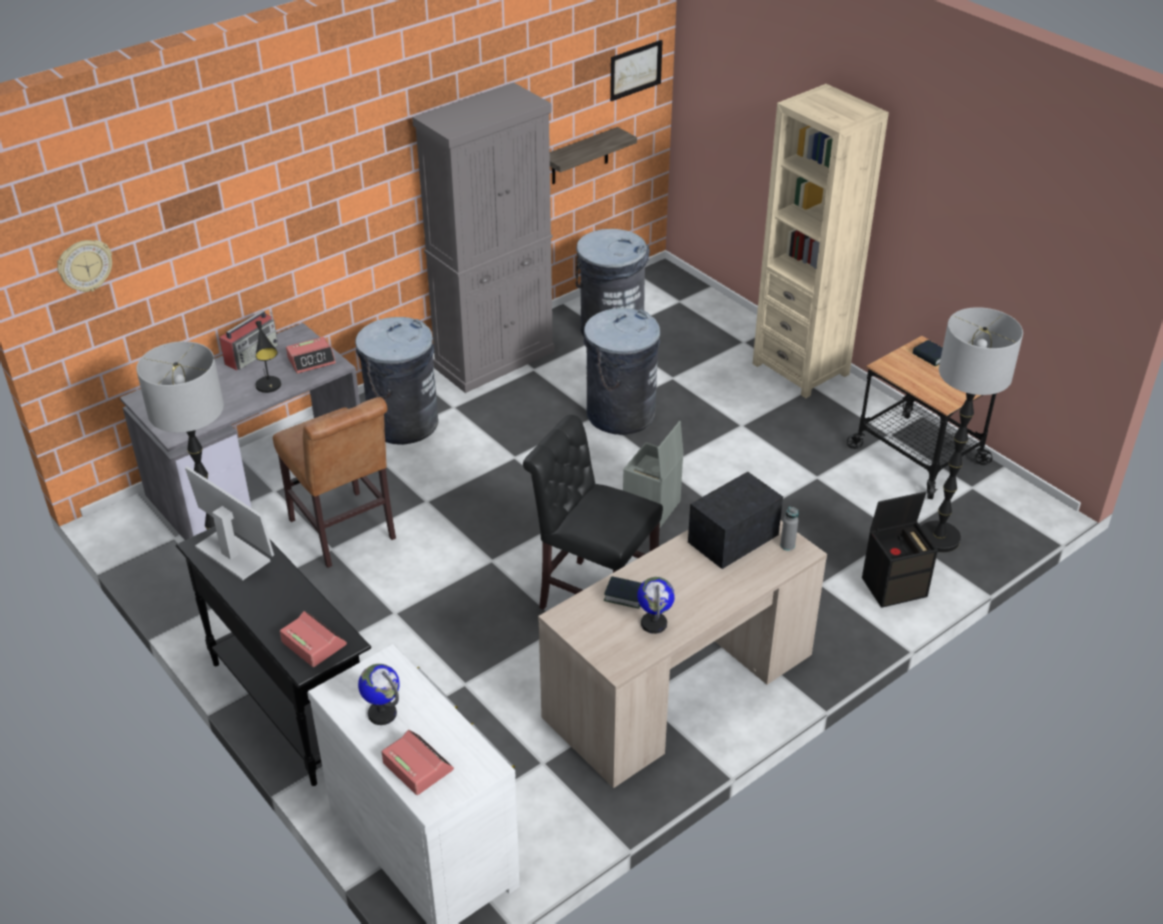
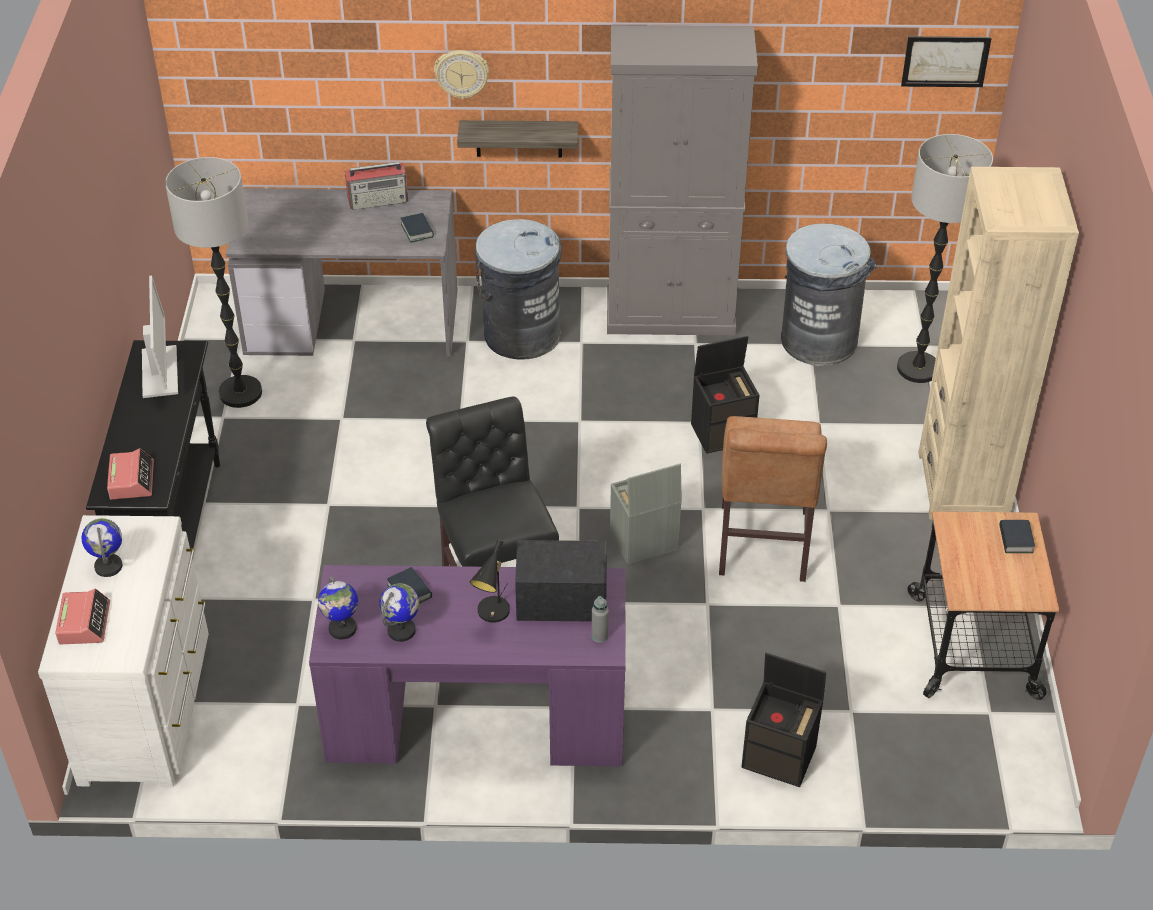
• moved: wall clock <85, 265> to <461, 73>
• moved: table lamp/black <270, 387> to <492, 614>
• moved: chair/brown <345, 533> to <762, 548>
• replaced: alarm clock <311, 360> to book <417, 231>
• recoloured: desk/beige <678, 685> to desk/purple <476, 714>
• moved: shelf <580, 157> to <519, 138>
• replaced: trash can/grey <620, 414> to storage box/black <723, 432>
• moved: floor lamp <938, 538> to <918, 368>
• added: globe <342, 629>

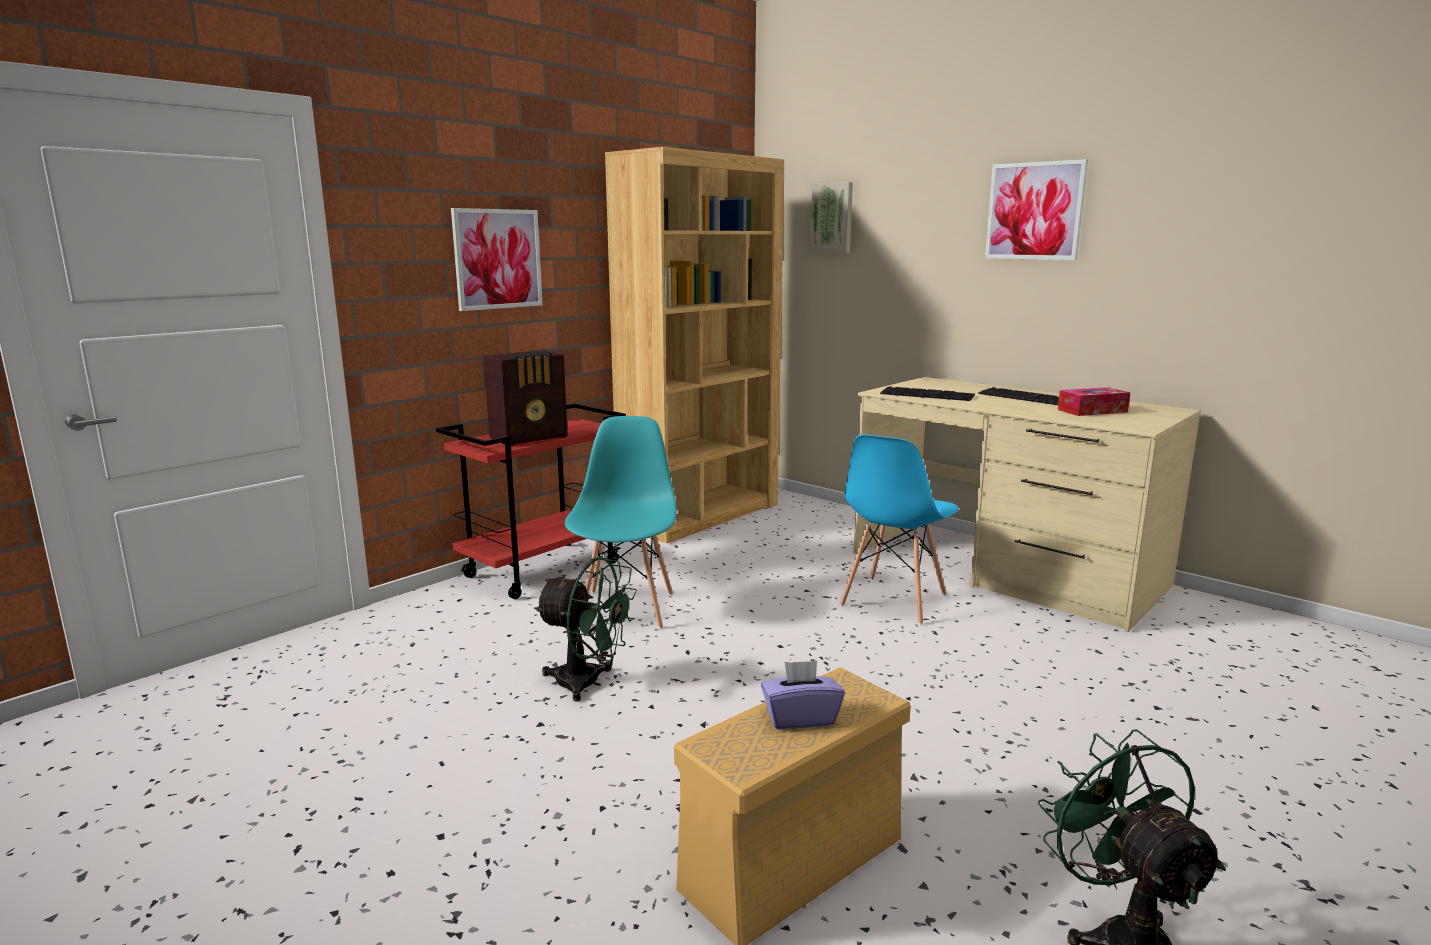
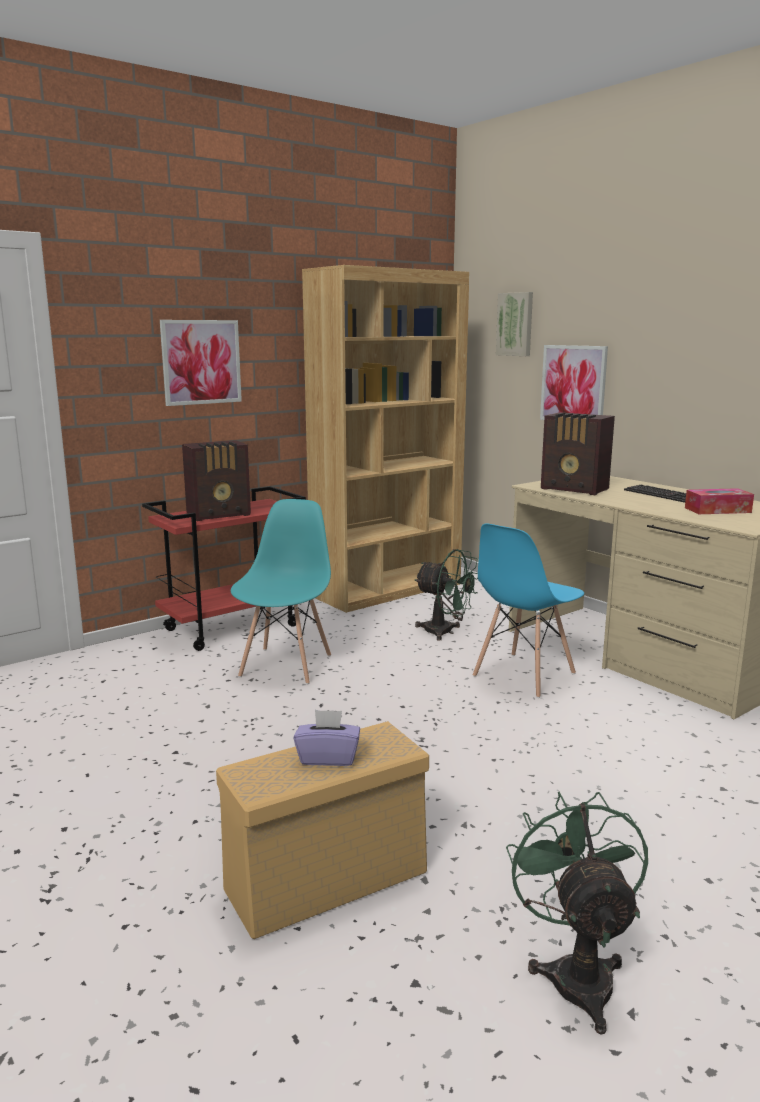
• moved: fan/green <588, 683> to <445, 632>
• replaced: keyboard <928, 395> to radio <575, 489>
• moved: picture <1034, 211> to <573, 384>

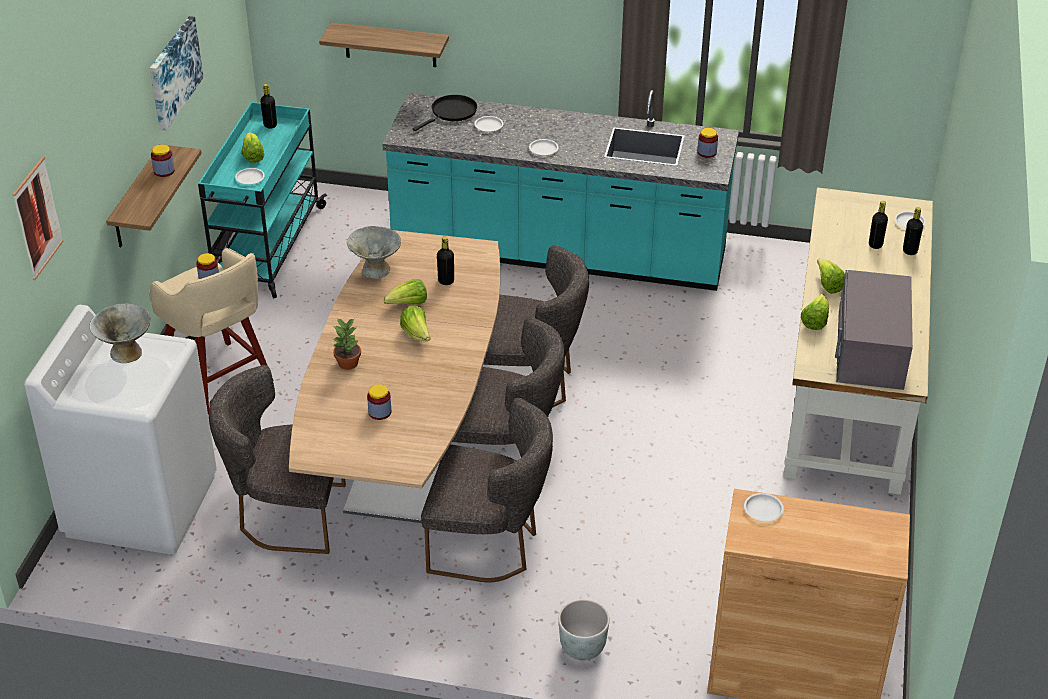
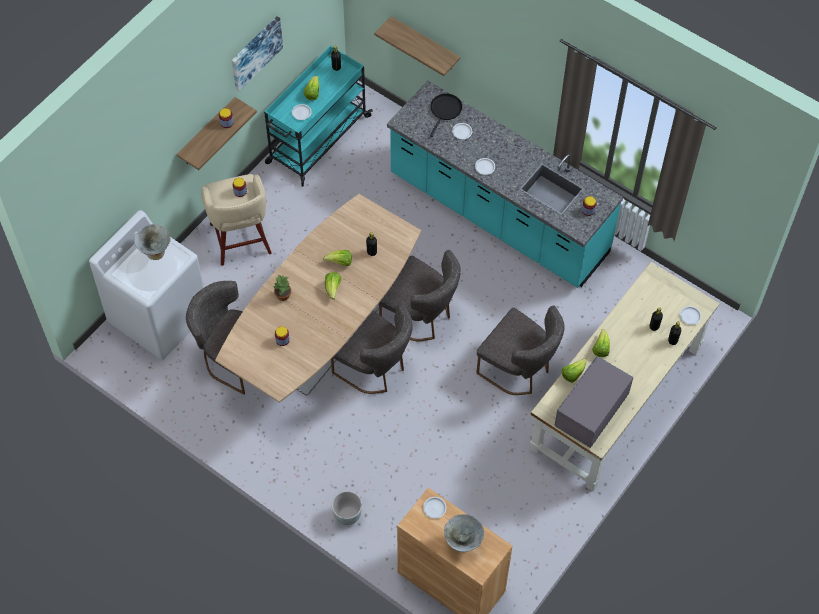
• removed: picture <37, 218>
• moved: bowl/grey <376, 270> to <463, 542>
• turned: frying pan/black <452, 113> = <445, 110> 45 degrees counterclockwise
• moved: chair/grey <490, 546> to <519, 369>

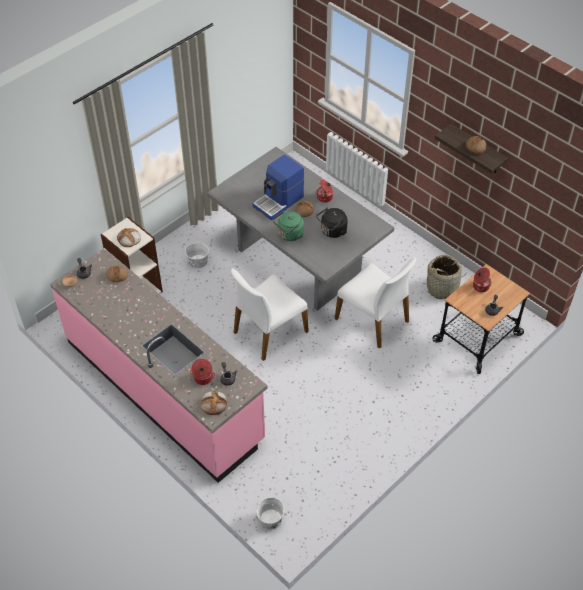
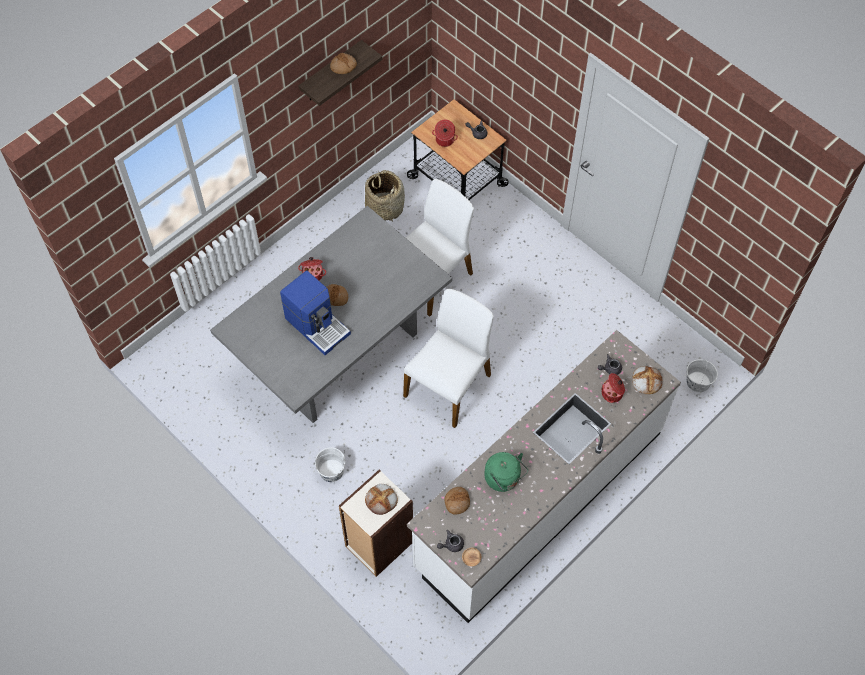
• recoloured: counter/pink <164, 389> to counter/white <538, 498>
• turned: chair/white <269, 331> = <449, 385> 105 degrees counterclockwise
• moved: kettle/green <289, 235> to <504, 479>
• removed: kettle/black <332, 231>

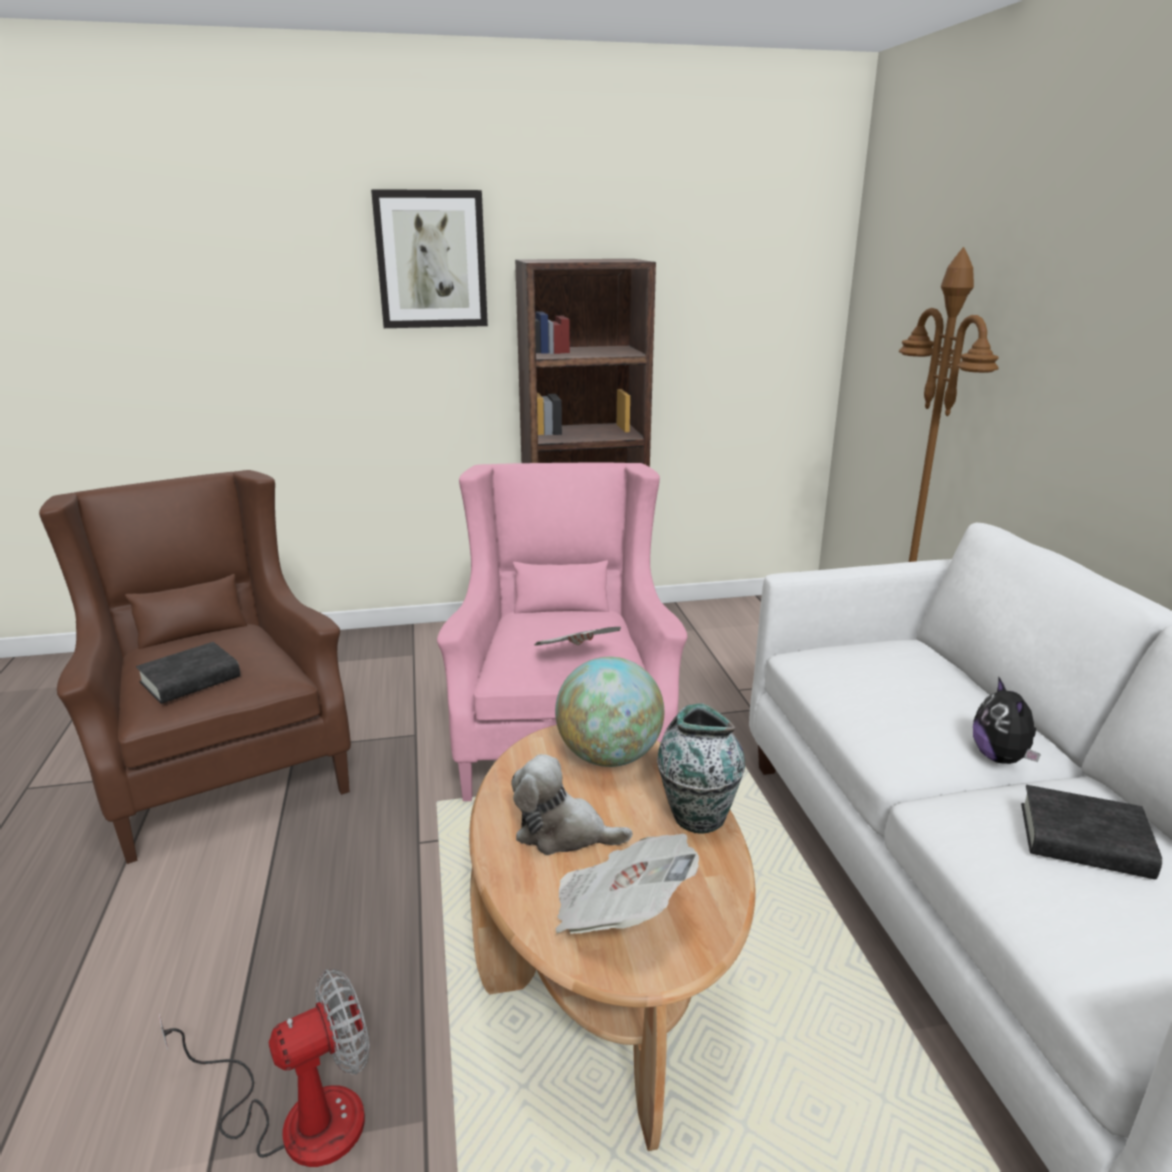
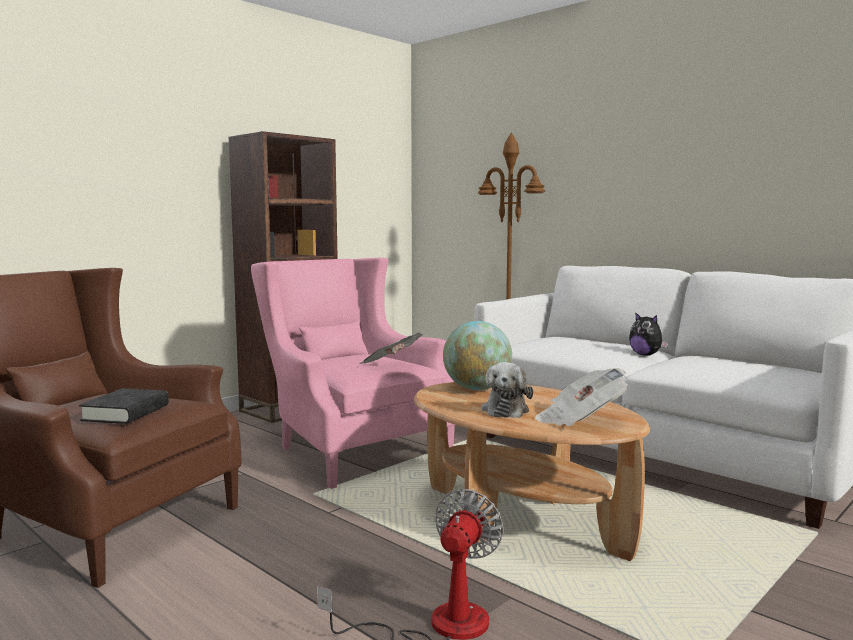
• removed: picture <431, 260>
• turned: plush toy <563, 833> = <505, 410> 60 degrees counterclockwise
• removed: vase <696, 816>
• removed: book/black <1084, 841>

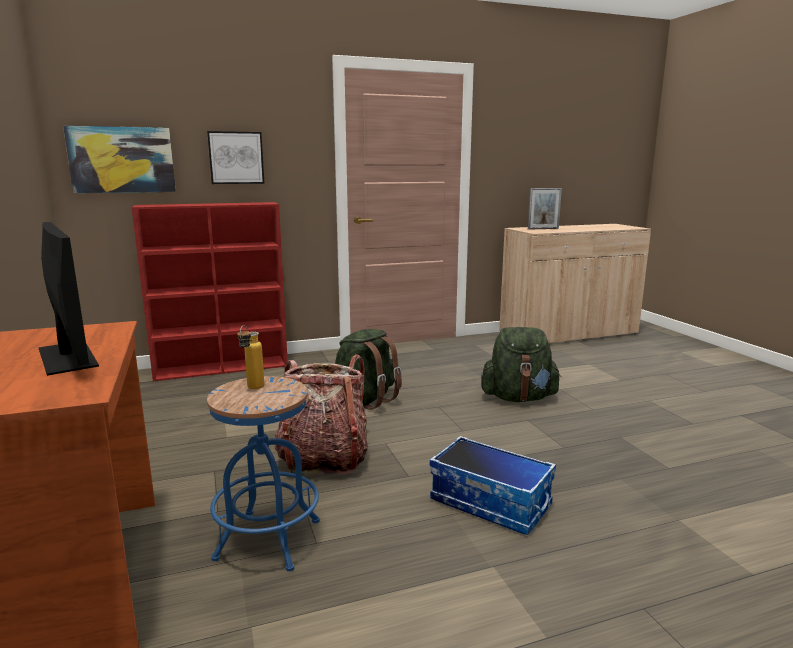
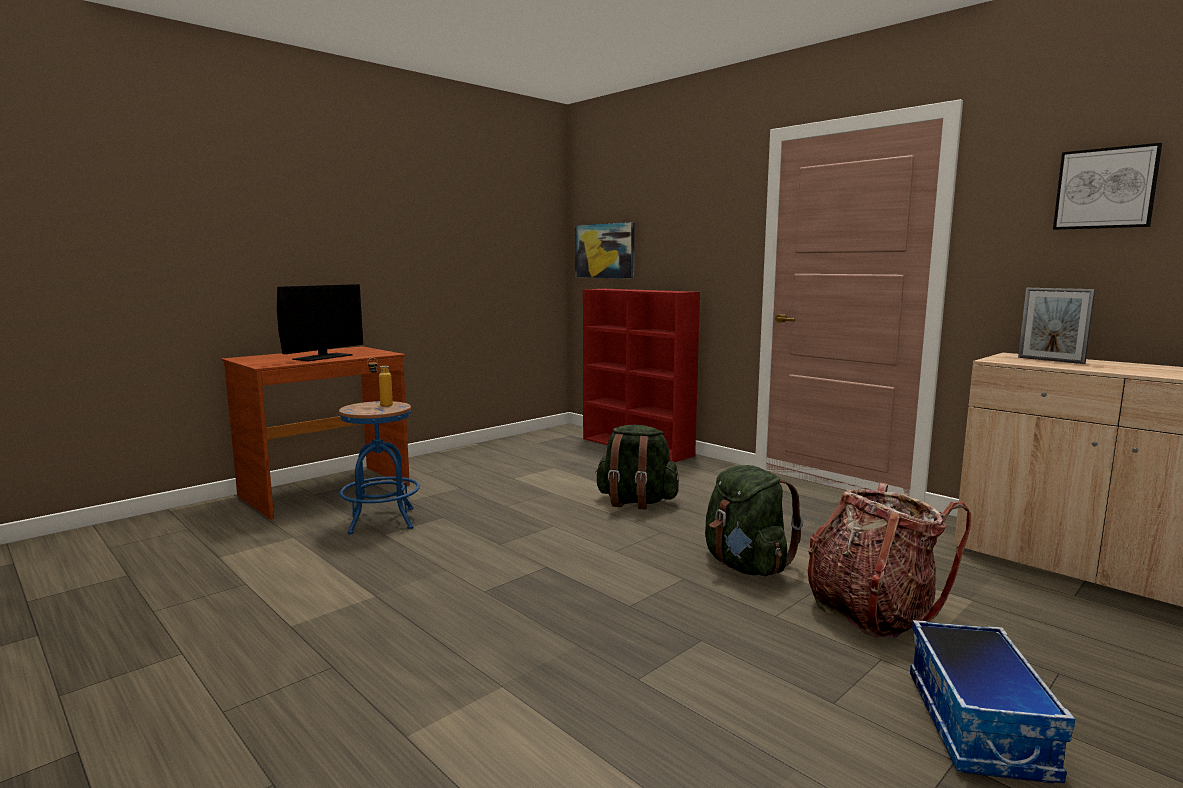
• moved: picture <236, 158> to <1105, 188>
• moved: backpack <323, 458> to <872, 612>
• moved: storage box <491, 503> to <980, 726>

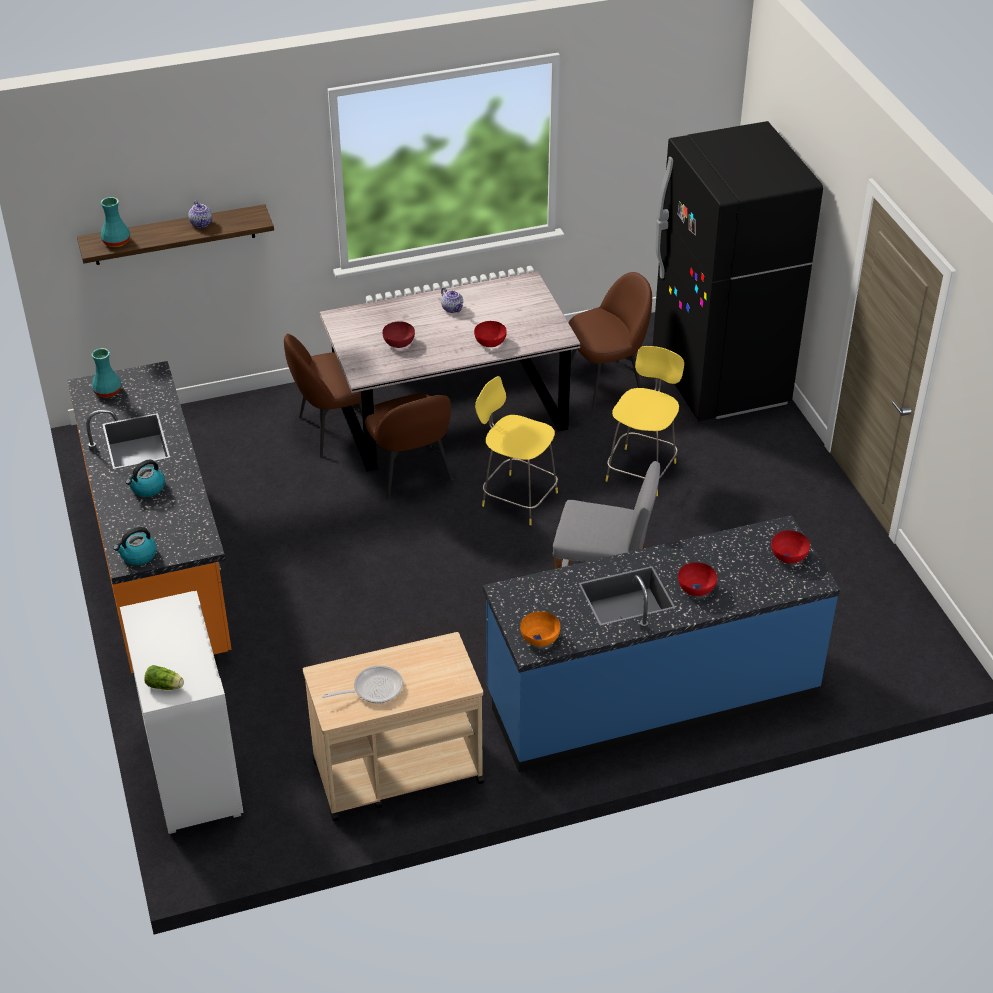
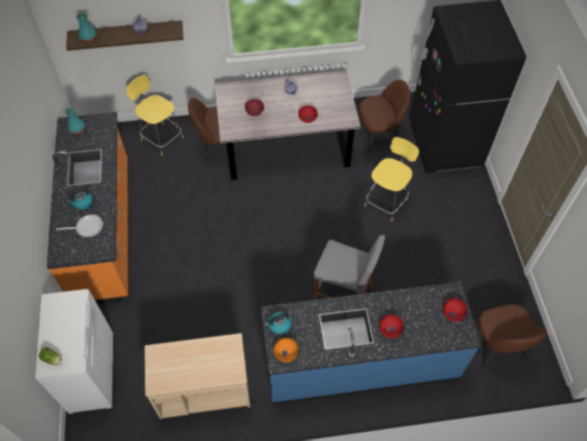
• moved: kettle <138, 555> to <279, 325>
• moved: frying pan <373, 689> to <87, 227>
• moved: chair/brown <410, 474> to <497, 348>
• moved: stool/yellow <517, 498> to <161, 138>

